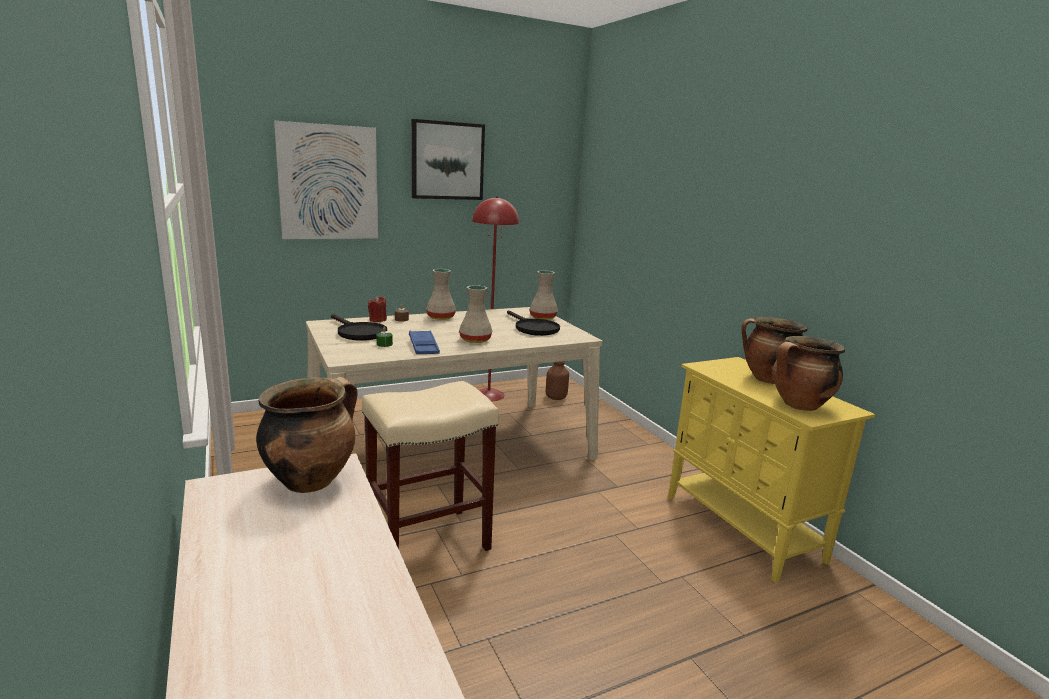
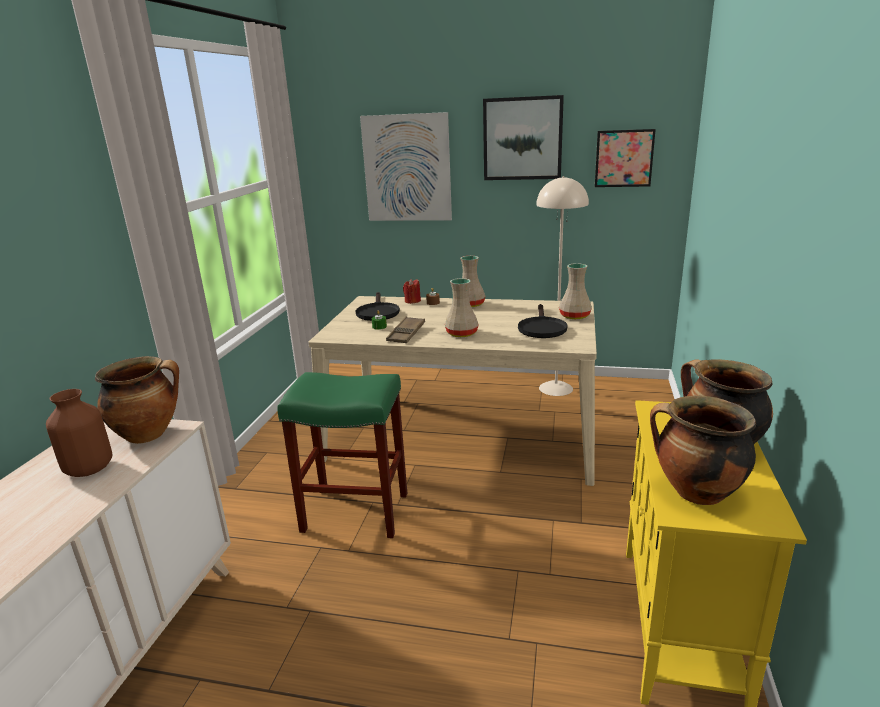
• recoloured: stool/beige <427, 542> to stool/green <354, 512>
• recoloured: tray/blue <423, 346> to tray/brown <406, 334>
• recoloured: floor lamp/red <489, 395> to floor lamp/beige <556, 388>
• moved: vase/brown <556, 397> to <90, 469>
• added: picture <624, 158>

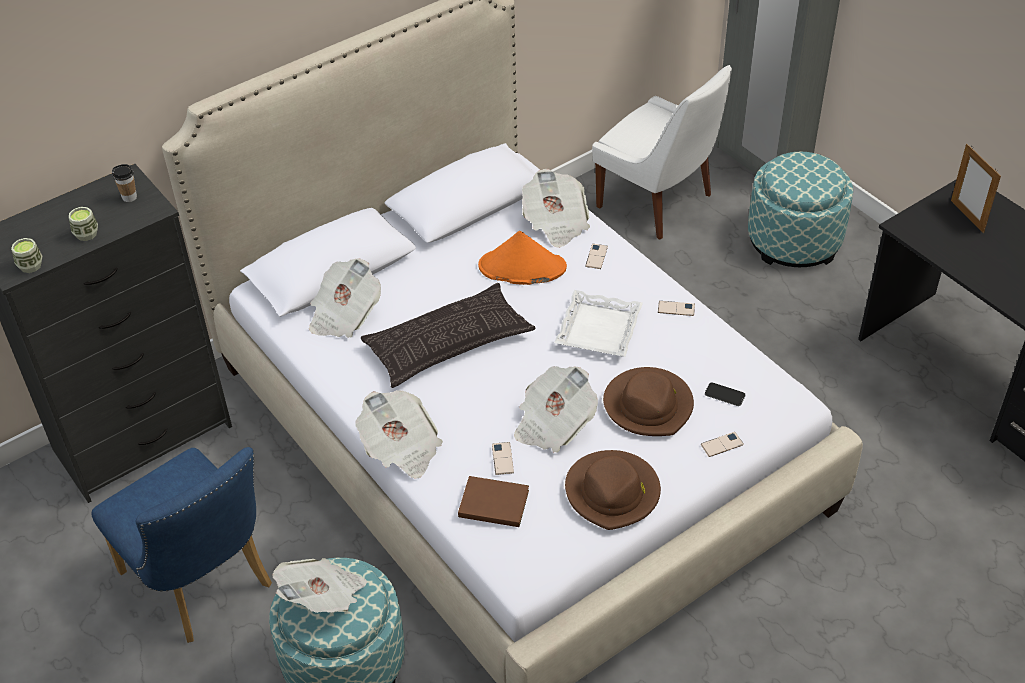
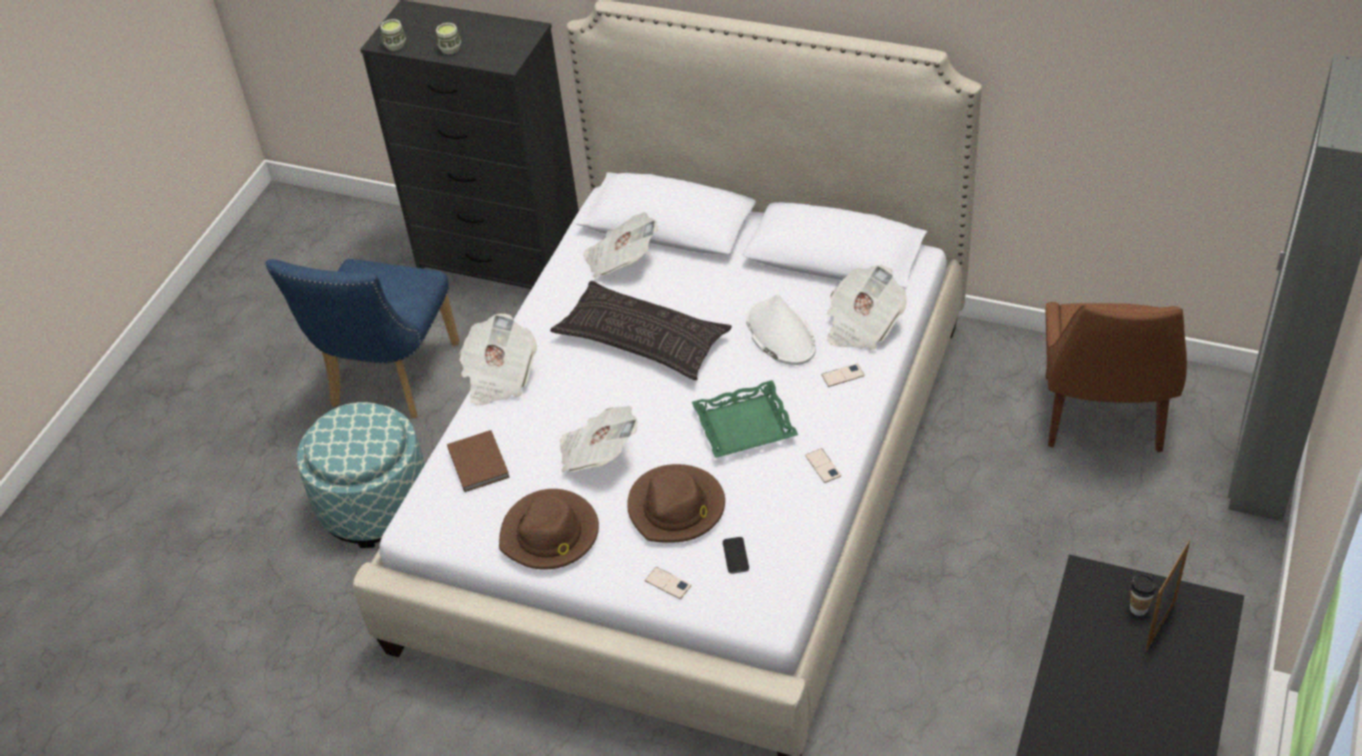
• moved: cup <129, 197> to <1138, 608>
• removed: newspaper <324, 597>
• recoloured: hat/orange <522, 267> to hat/white <780, 334>
• removed: phone <502, 458>
• recoloured: tray/white <598, 329> to tray/green <744, 425>
• recoloured: chair/white <658, 203> to chair/brown <1103, 417>
• removed: ottoman <794, 240>

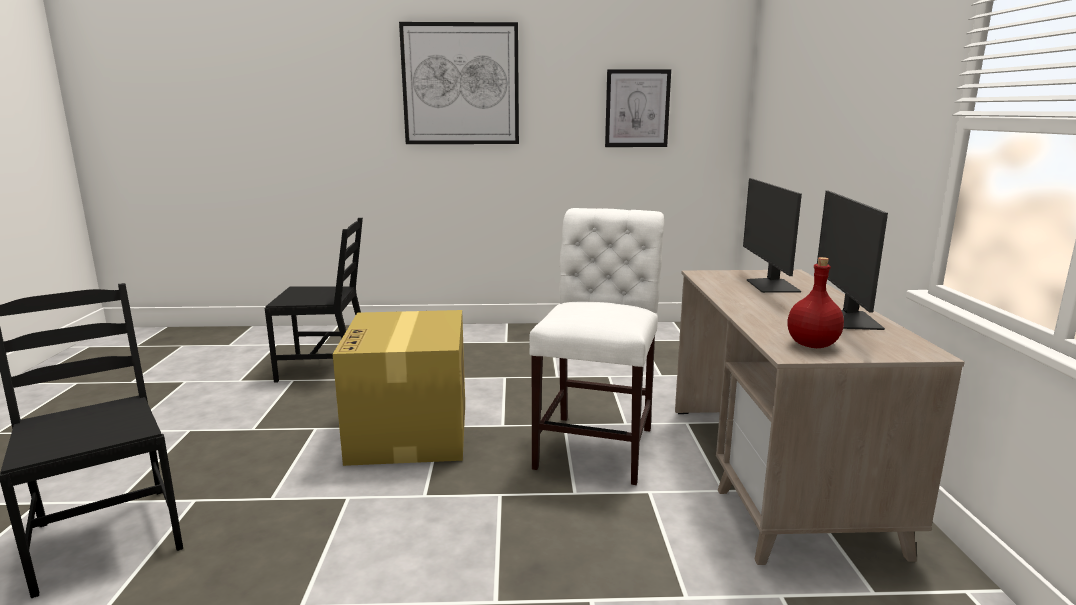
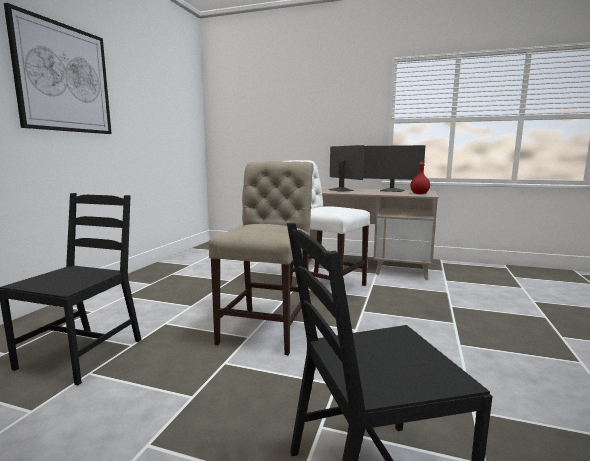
• replaced: cardboard box <410, 433> to chair/beige <268, 327>
• removed: picture <637, 108>
• turned: monitor <771, 286> = <341, 190> 135 degrees counterclockwise

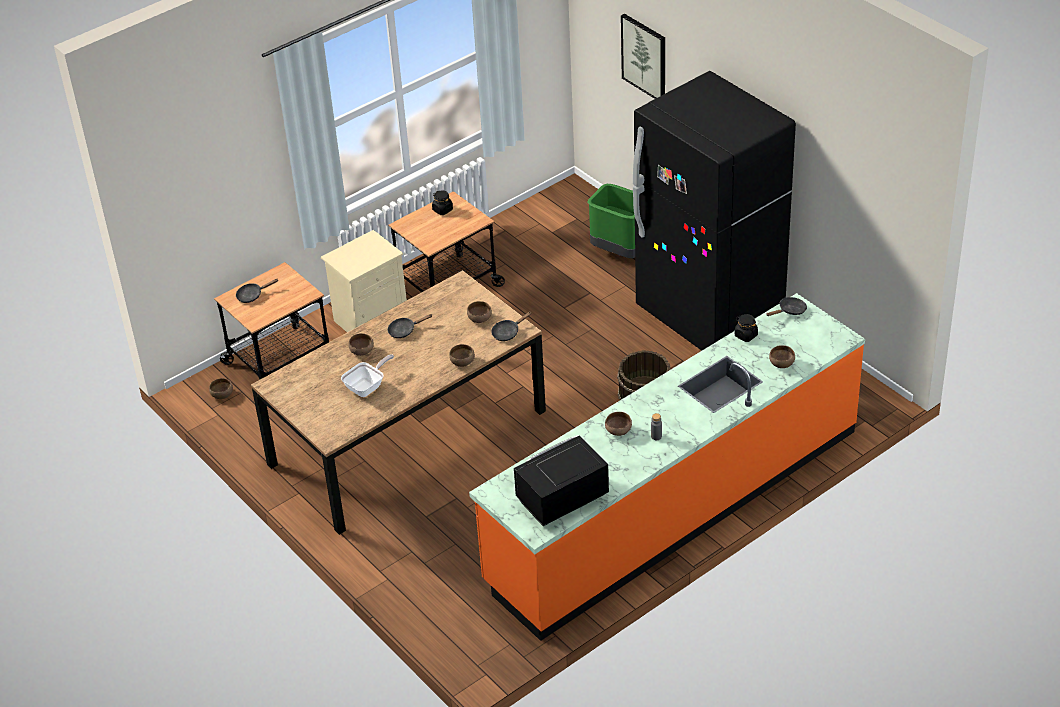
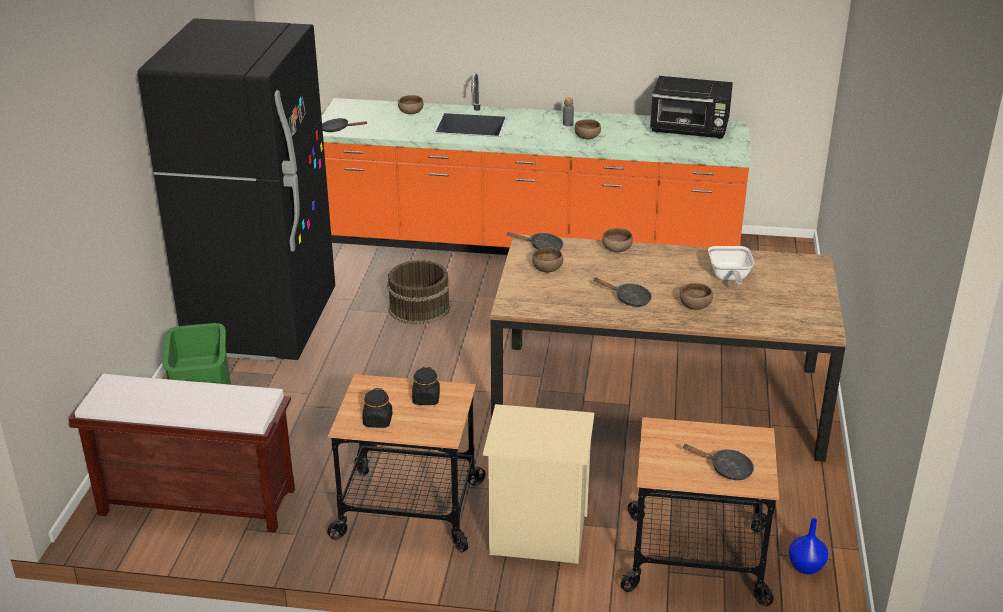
• replaced: bowl/brown <222, 394> to vase/blue <806, 567>
• turned: frying pan <367, 387> = <729, 278> 90 degrees counterclockwise
• removed: picture <644, 57>
• moved: jar/black <745, 335> to <426, 399>
• added: bench/brown <195, 502>

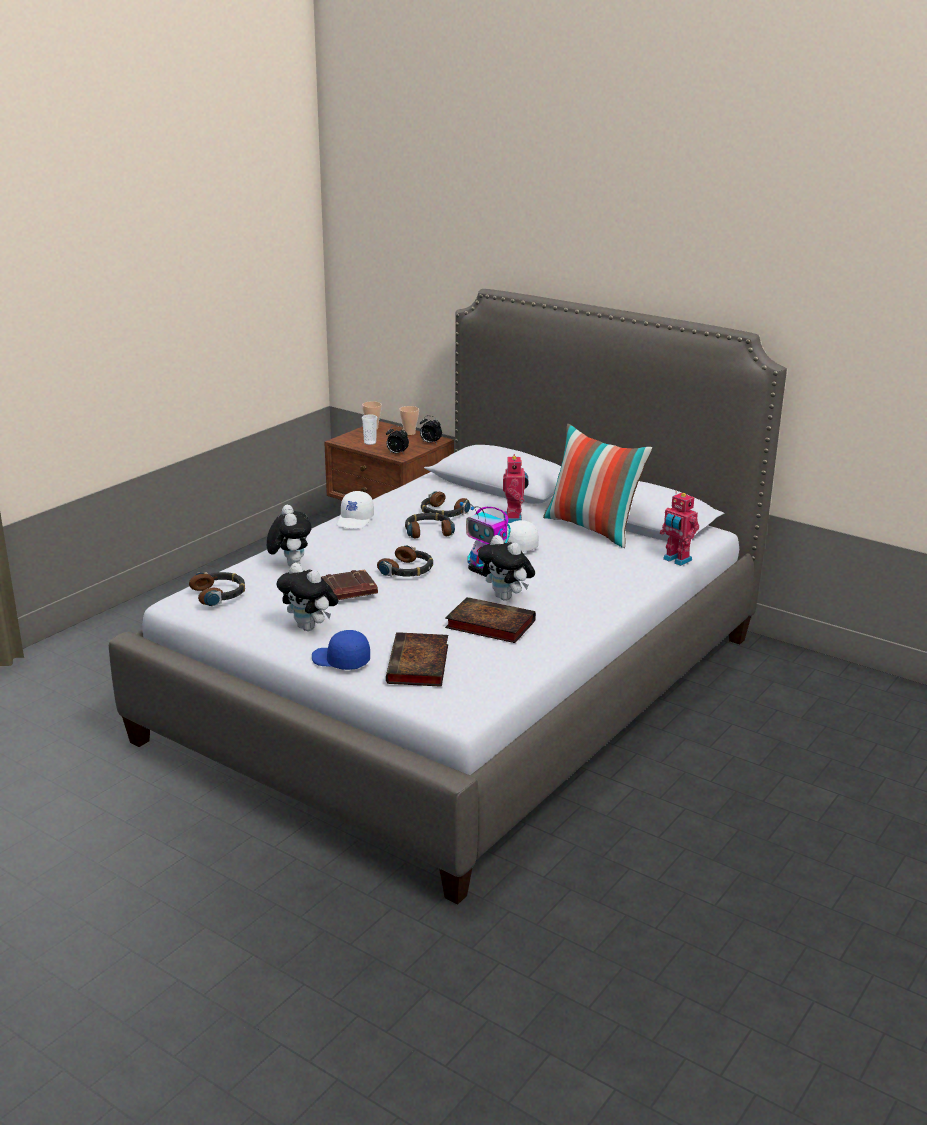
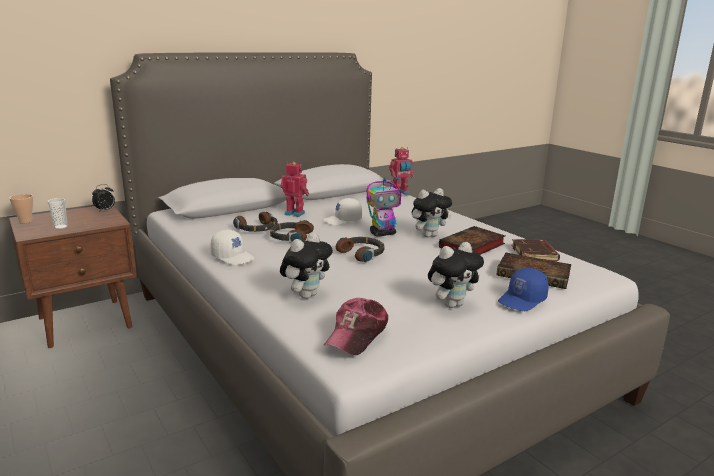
• replaced: headphones <219, 594> to cap <357, 335>
• turned: plush toy <290, 564> = <306, 295> 120 degrees clockwise
• moved: book/brown <347, 591> to <535, 254>
• removed: alarm clock <397, 453>
• removed: cup <409, 433>
• removed: pillow <593, 529>

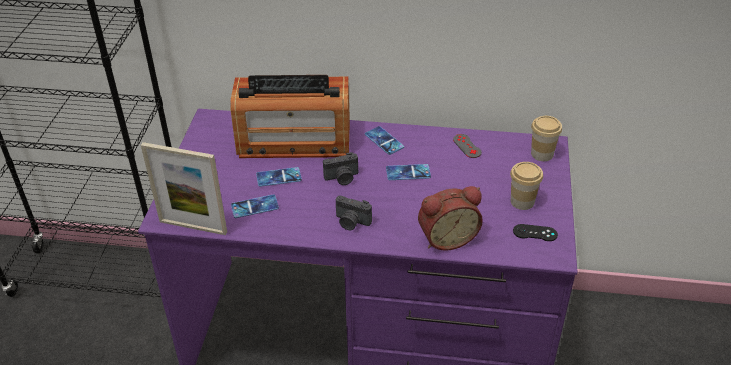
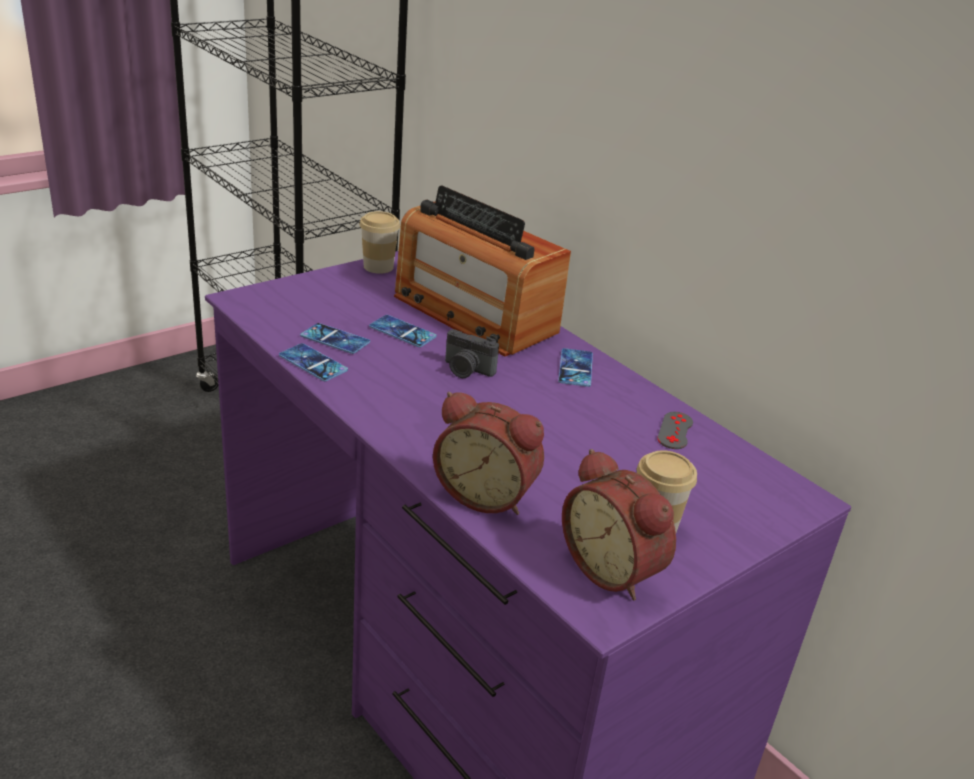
• removed: picture frame <193, 227>
• removed: photo camera <351, 222>
• moved: phone <408, 172> to <313, 363>
• replaced: game controller/black <535, 233> to alarm clock <614, 569>
• moved: cup <542, 154> to <378, 267>

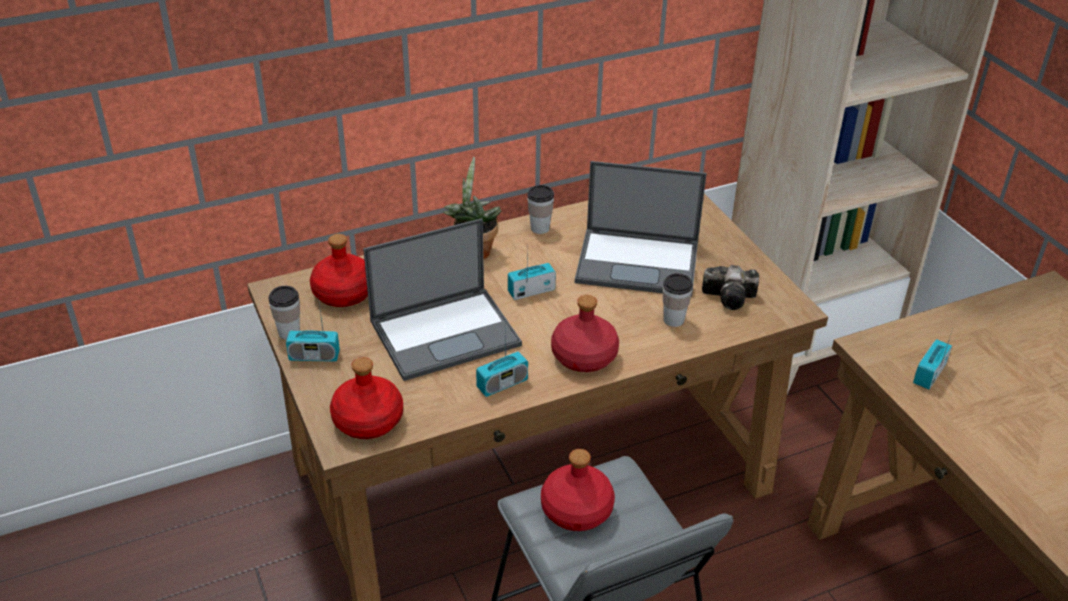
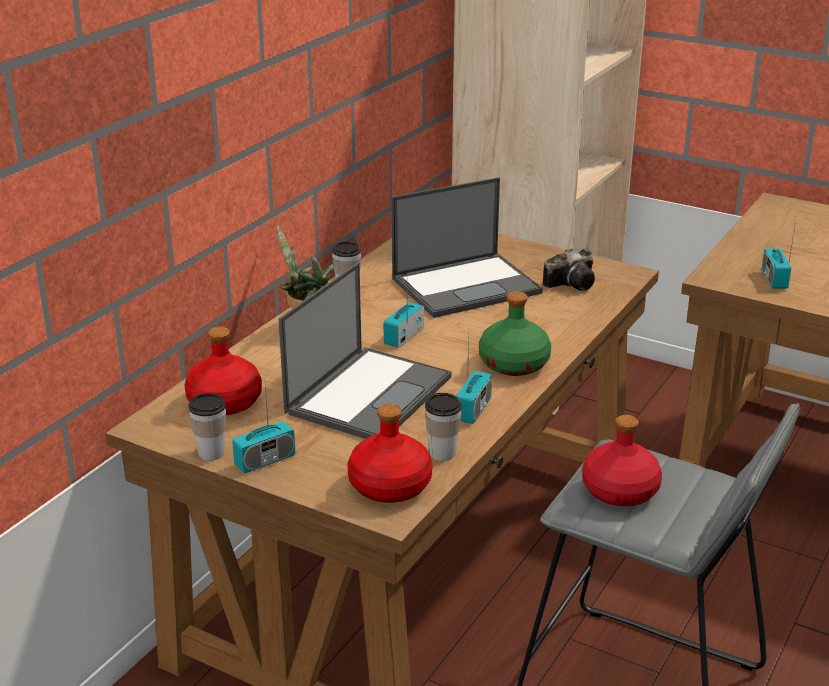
• recoloured: bottle/red <584, 356> to bottle/green <514, 364>
• moved: cup <673, 320> to <442, 453>

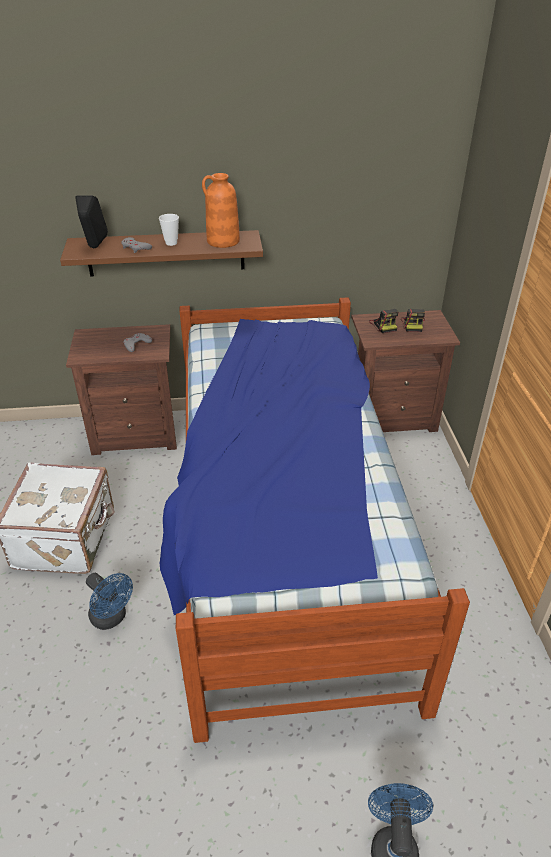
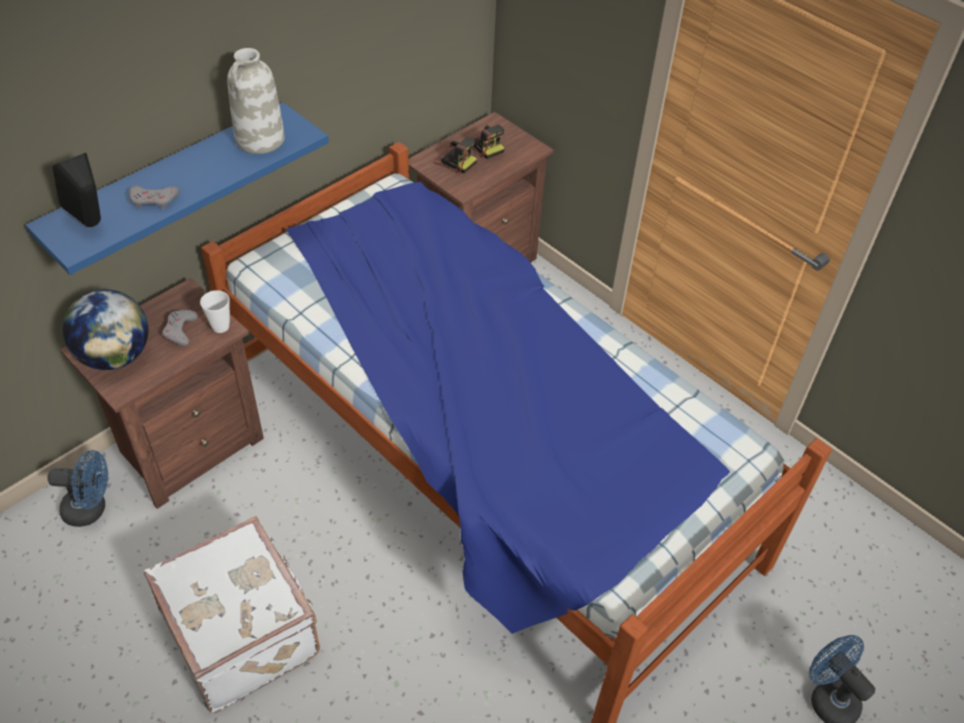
• recoloured: shelf/brown <166, 253> to shelf/blue <169, 184>
• moved: fan/blue <112, 618> to <91, 509>
• moved: cup <171, 243> to <221, 327>
• recoloured: vase/orange <223, 241> to vase/white <260, 140>
• added: globe <115, 356>

